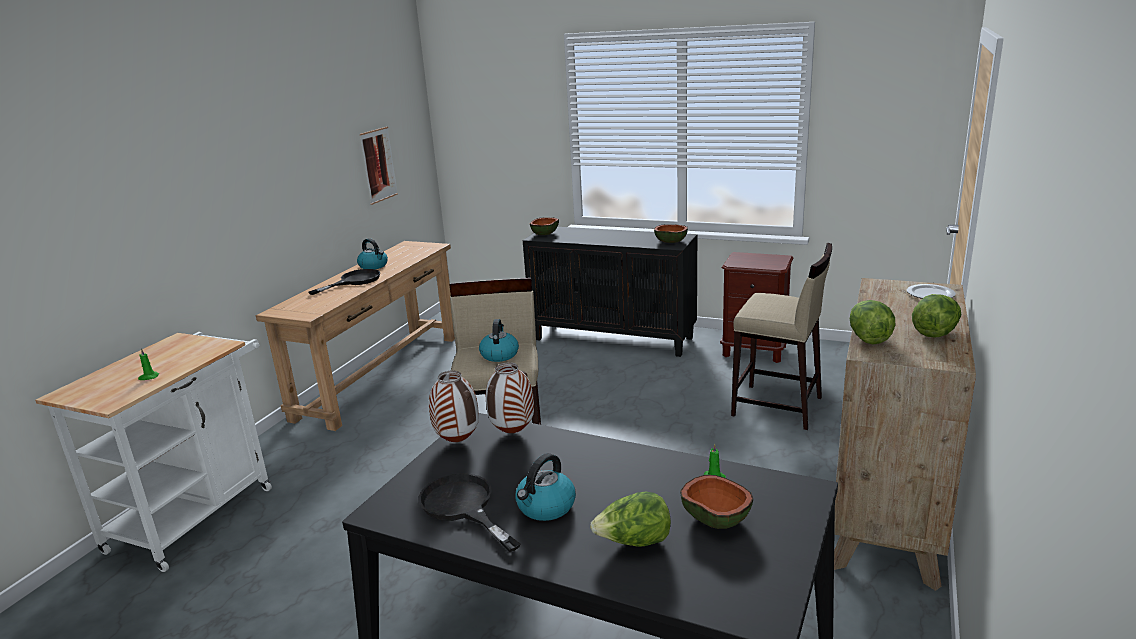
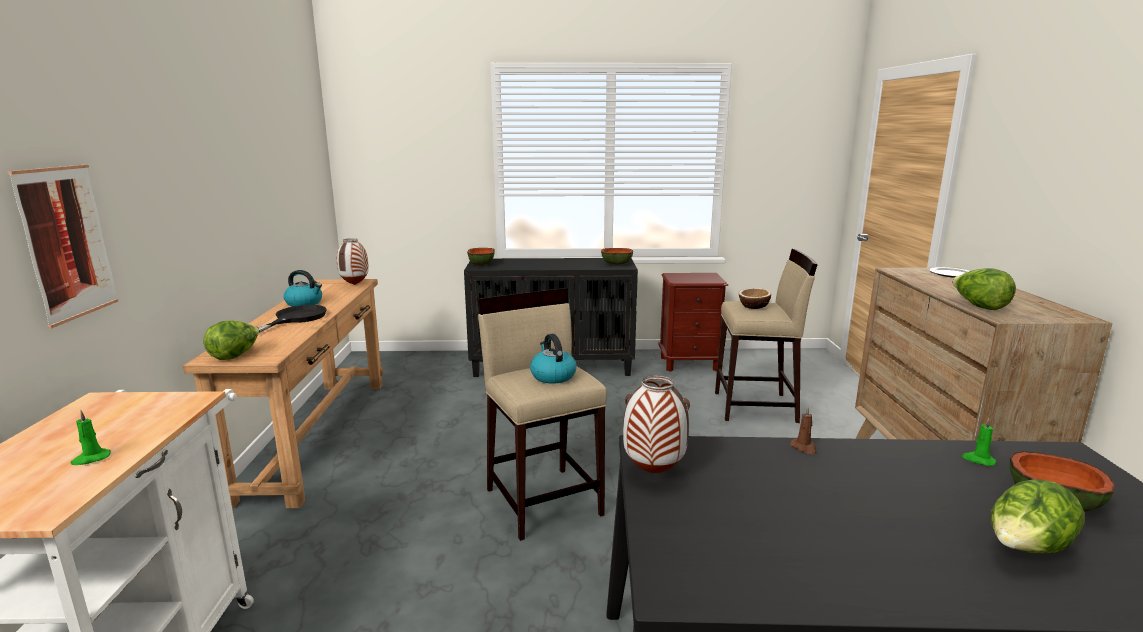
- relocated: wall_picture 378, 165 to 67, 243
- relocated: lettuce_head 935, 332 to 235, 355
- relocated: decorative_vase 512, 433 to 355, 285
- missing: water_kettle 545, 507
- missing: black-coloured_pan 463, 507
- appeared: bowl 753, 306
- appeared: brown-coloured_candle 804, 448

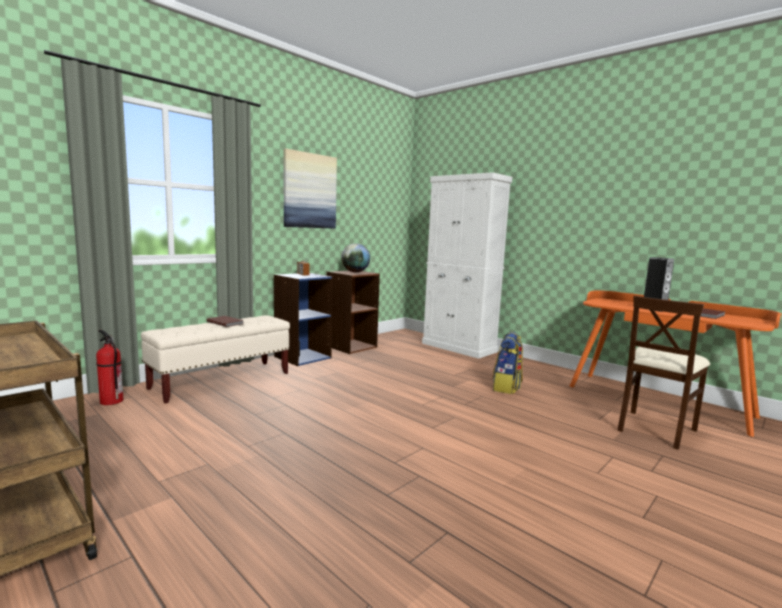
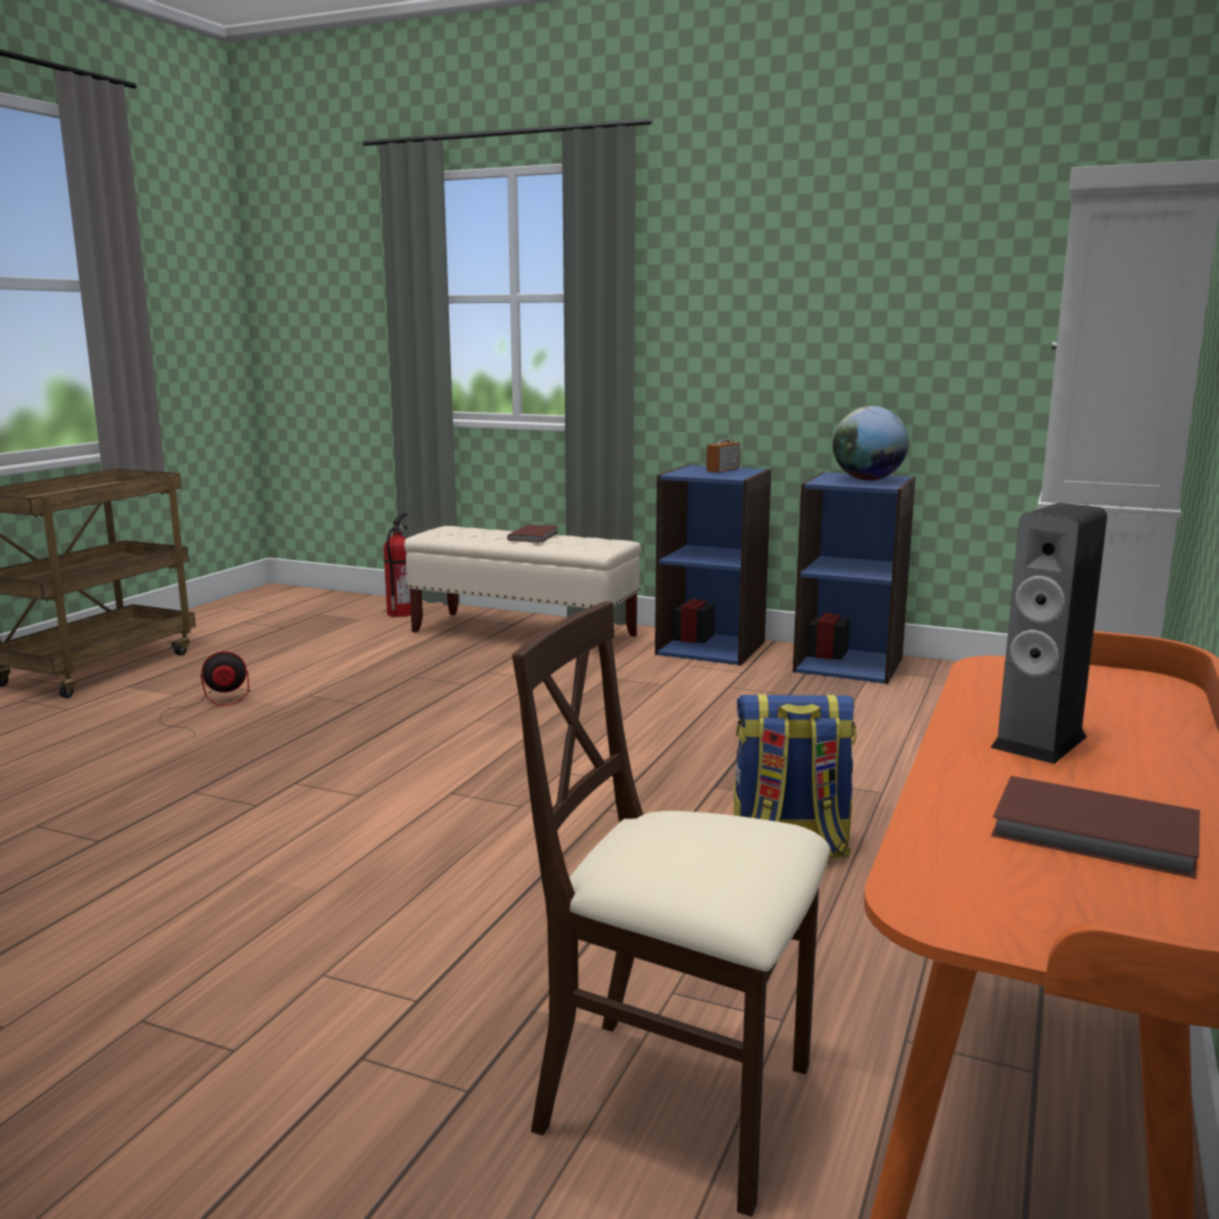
- missing: wall_picture 309, 191
- colour: brown-coloured_bookcase 351, 346 to blue-coloured_bookcase 849, 664
- appeared: fan 210, 707

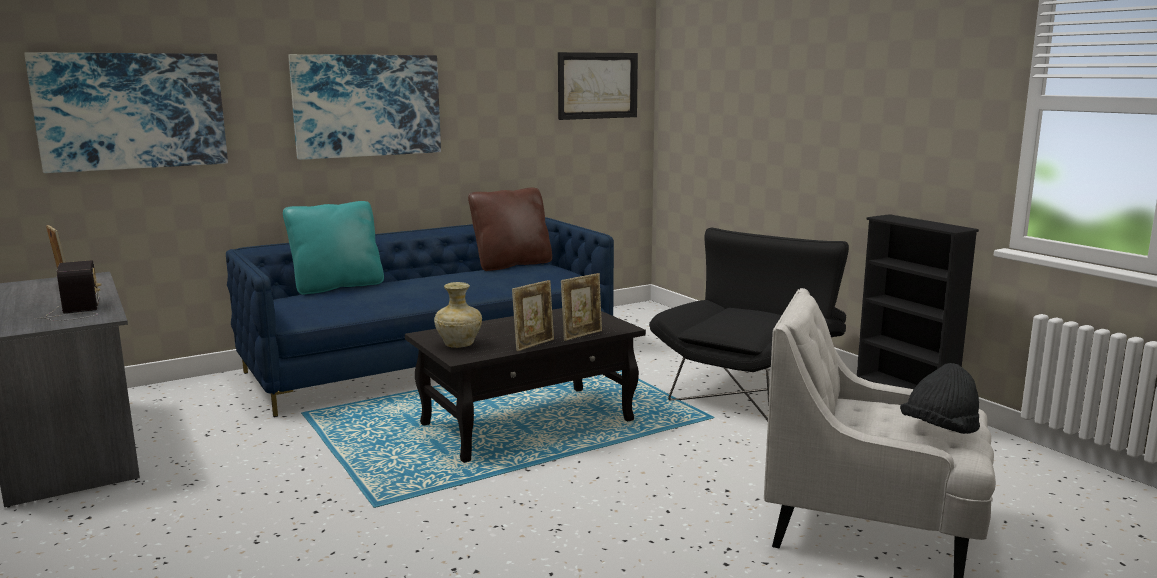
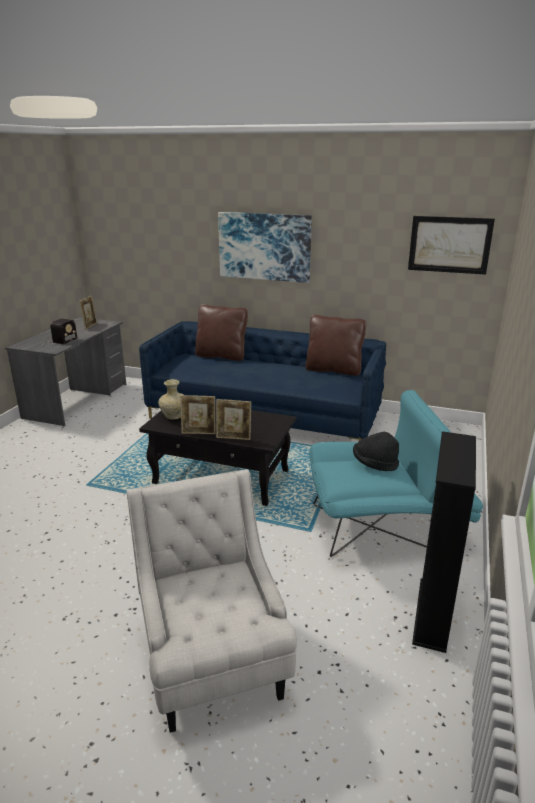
- missing: wall_picture 132, 111
- colour: blue-green_throw_pillow 337, 286 to brown-coloured_throw_pillow 221, 356
- colour: black-coloured_easy_chair 751, 387 to blue-green_easy_chair 385, 525
- relocated: black-coloured_hat 939, 430 to 374, 464

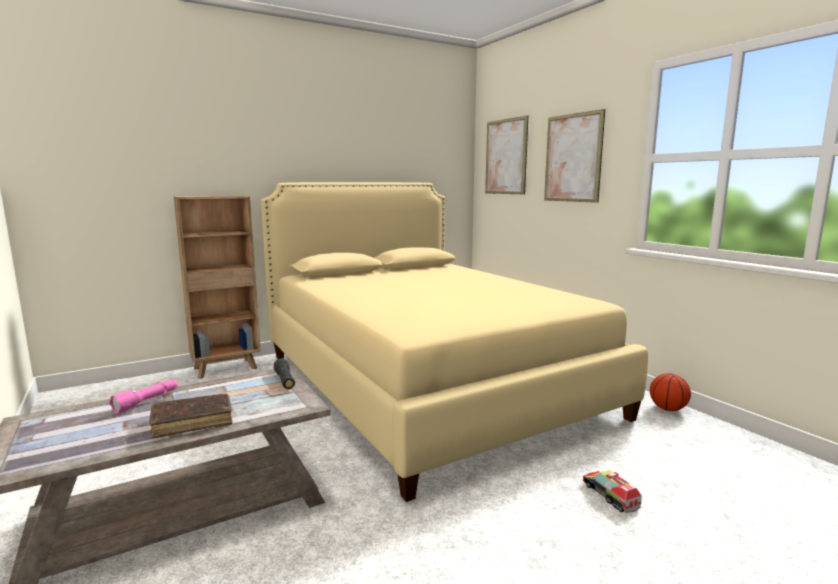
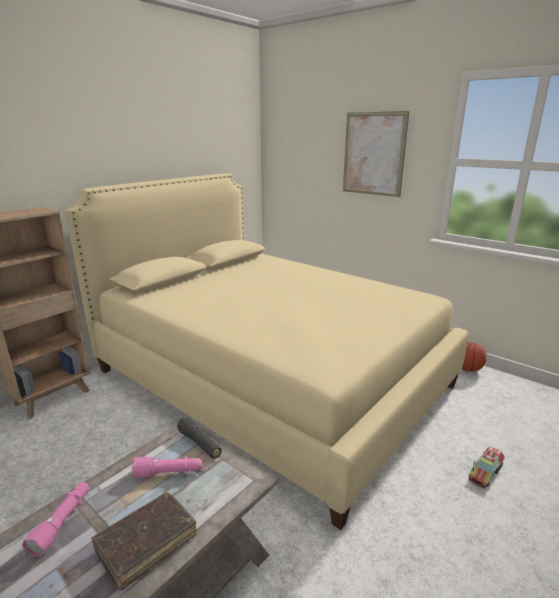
- missing: wall_picture 505, 157
- spun: toy_truck 610, 495 = 485, 472 90 degrees counterclockwise
- appeared: pinkish_hand_torch 169, 473

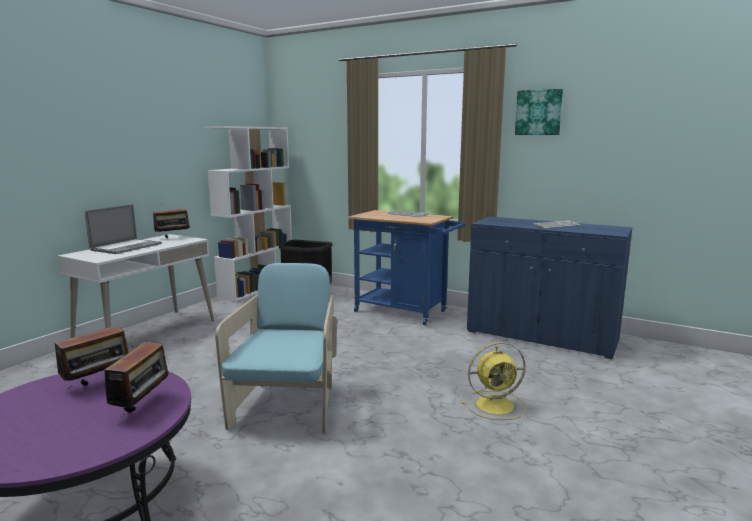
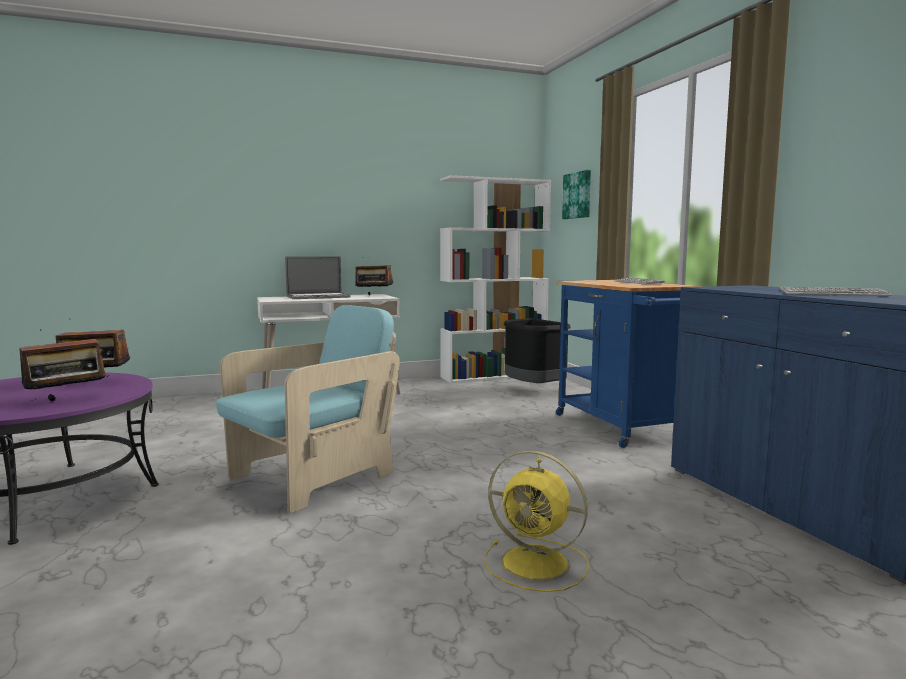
- relocated: wall_picture 538, 112 to 578, 195

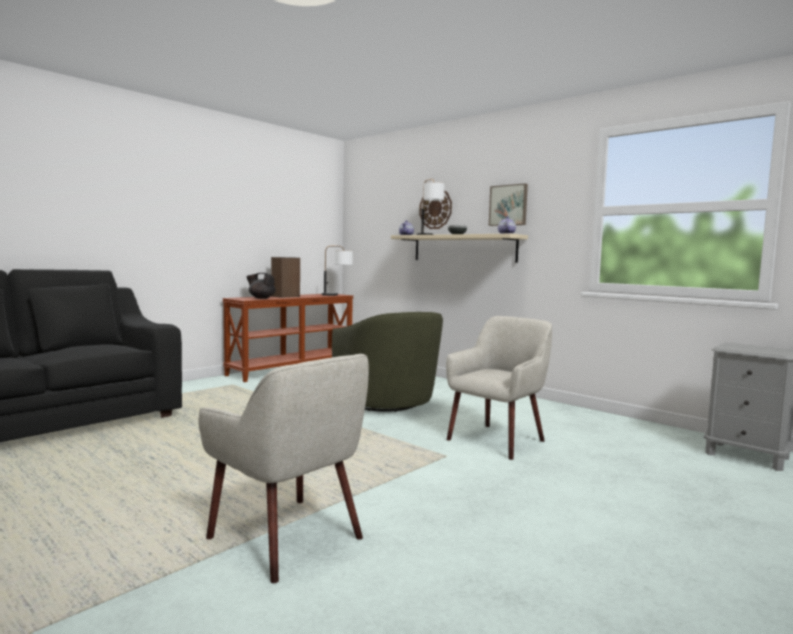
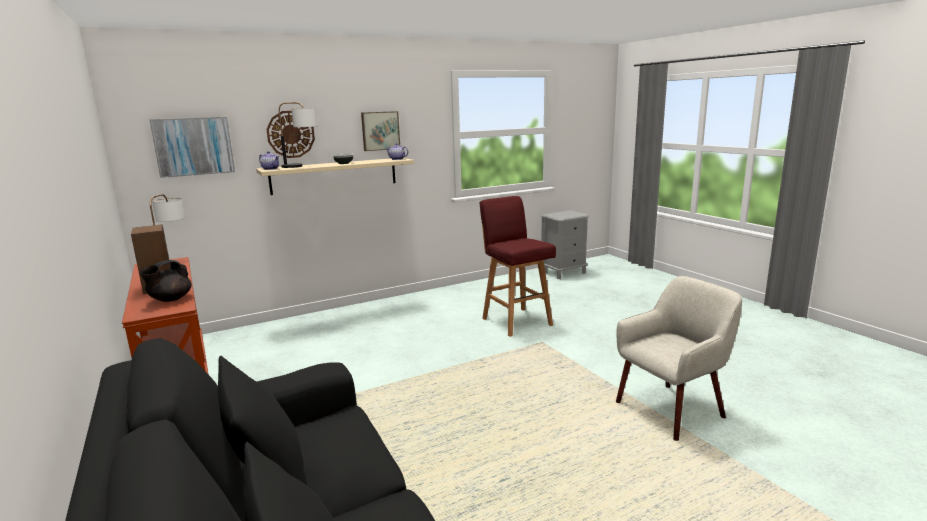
- missing: green-coloured_easy_chair 387, 404
- exchanged: beige_easy_chair 497, 440 to red_stool_seat 516, 321
- appeared: wall_picture 193, 146

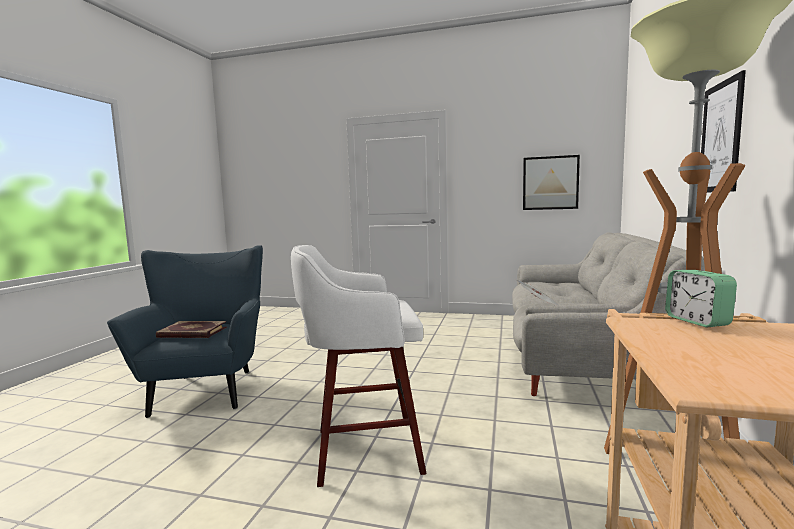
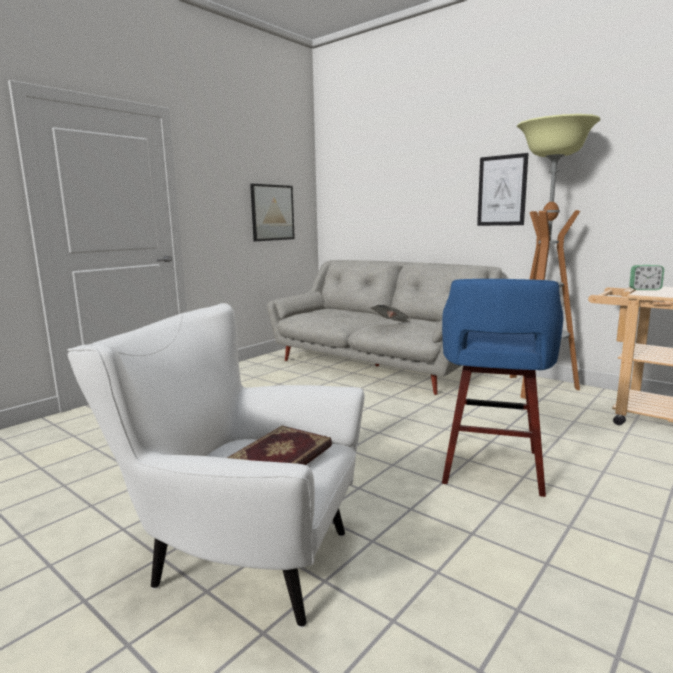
- colour: blue-coloured_easy_chair 208, 388 to white-coloured_easy_chair 238, 558
- colour: white-coloured_stool_seat 363, 450 to blue-coloured_stool_seat 491, 469

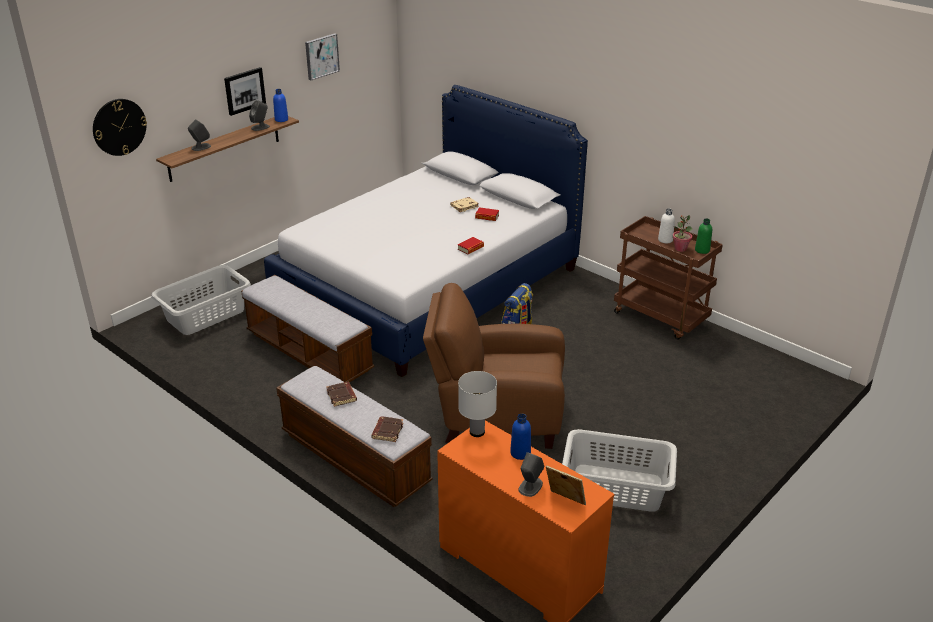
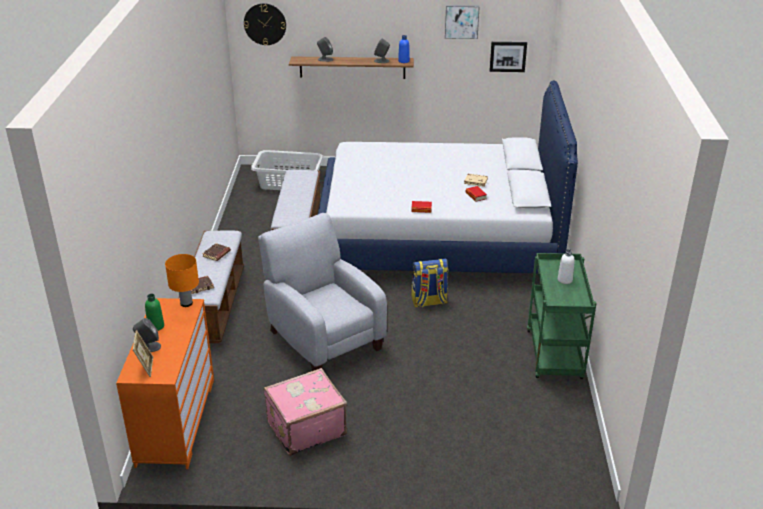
- relocated: wall_picture 244, 90 to 508, 56
- missing: houseplant 680, 249
- colour: brown-coloured_trolley 661, 318 to green-coloured_trolley 555, 356
- relocated: green-coloured_drink_bottle 702, 250 to 156, 326
- colour: brown-coloured_easy_chair 496, 416 to greyish_easy_chair 323, 337
- colour: white-coloured_table_lamp 476, 432 to orange_table_lamp 186, 303
- missing: blue-coloured_drink_bottle 520, 453
- exchanged: greyish_hamper 617, 488 to pinkish_suitcase 305, 428

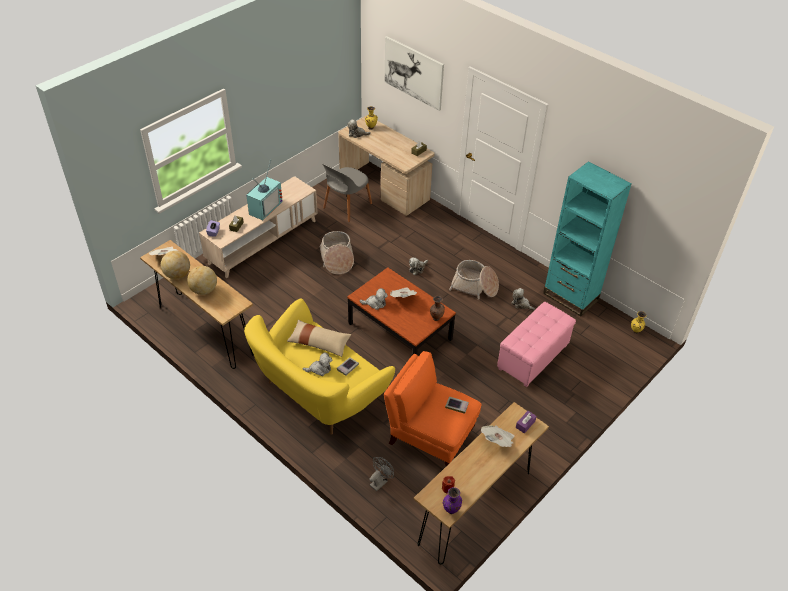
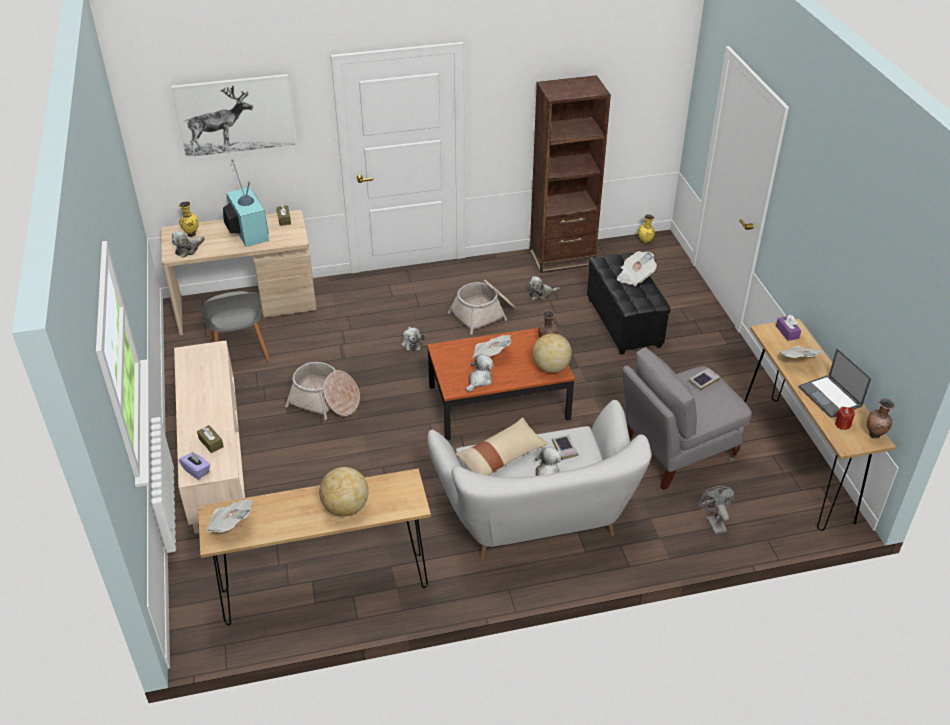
- relocated: TV 264, 207 to 247, 231
- colour: blue-green_bookcase 570, 296 to brown-coloured_bookcase 562, 258
- relocated: desk_globe 177, 275 to 551, 368
- colour: yellow-coloured_couch 318, 392 to white-coloured_couch 537, 518
- colour: pinkish_ottoman 533, 358 to black-coloured_ottoman 624, 323
- colour: orange_easy_chair 430, 437 to greyish_easy_chair 677, 451
- colour: purple-coloured_decorative_vase 451, 511 to brown-coloured_decorative_vase 875, 435
- appeared: daily_paper 635, 277
- appeared: laptop 830, 397

